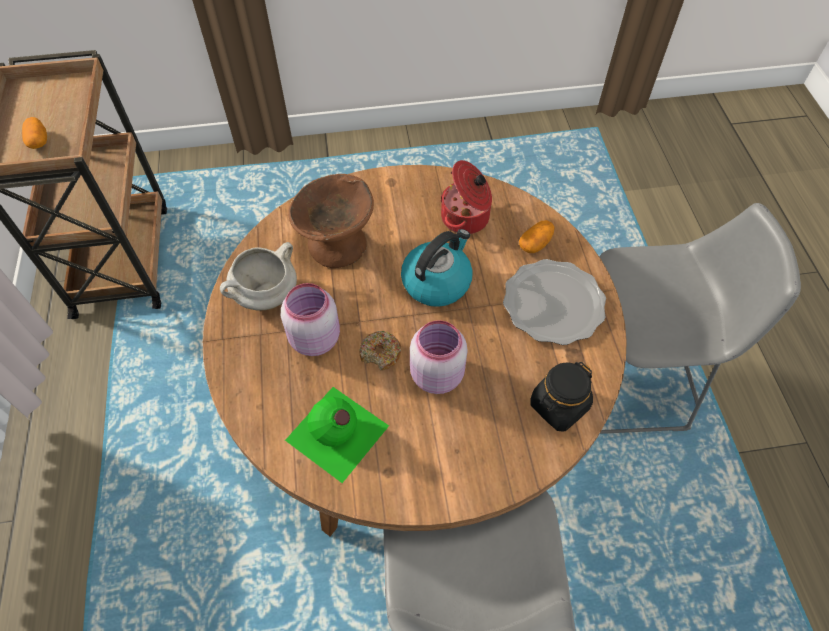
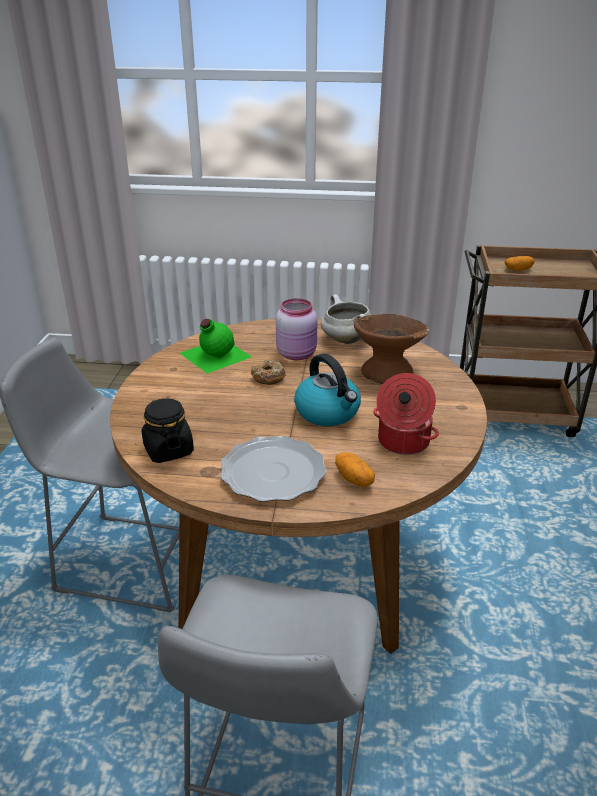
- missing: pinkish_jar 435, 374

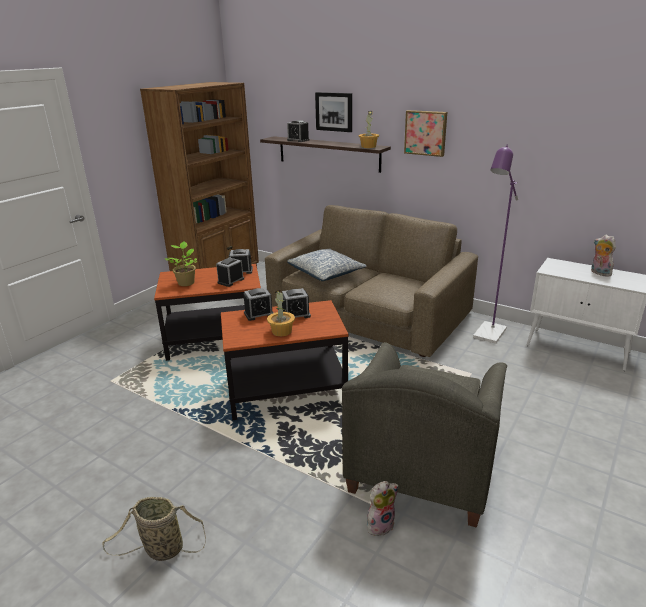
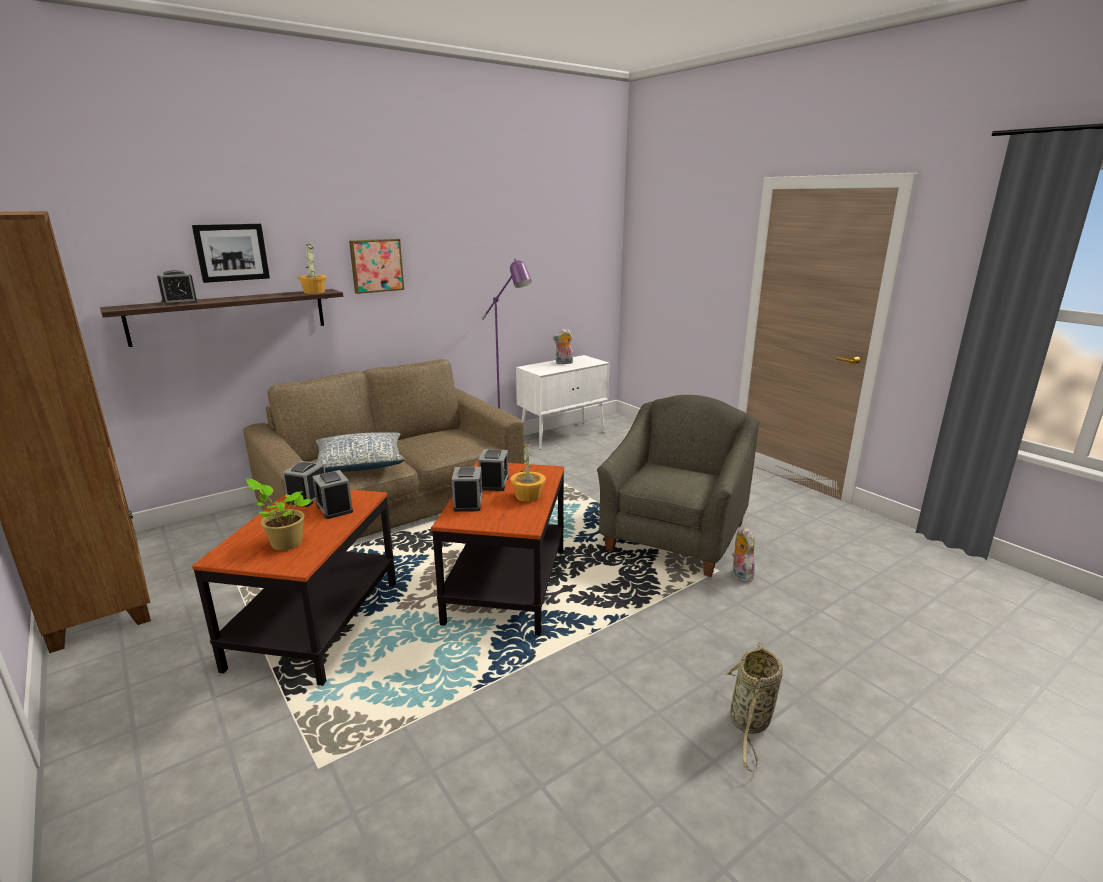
- spun: greyish_easy_chair 422, 465 = 674, 537 105 degrees counterclockwise

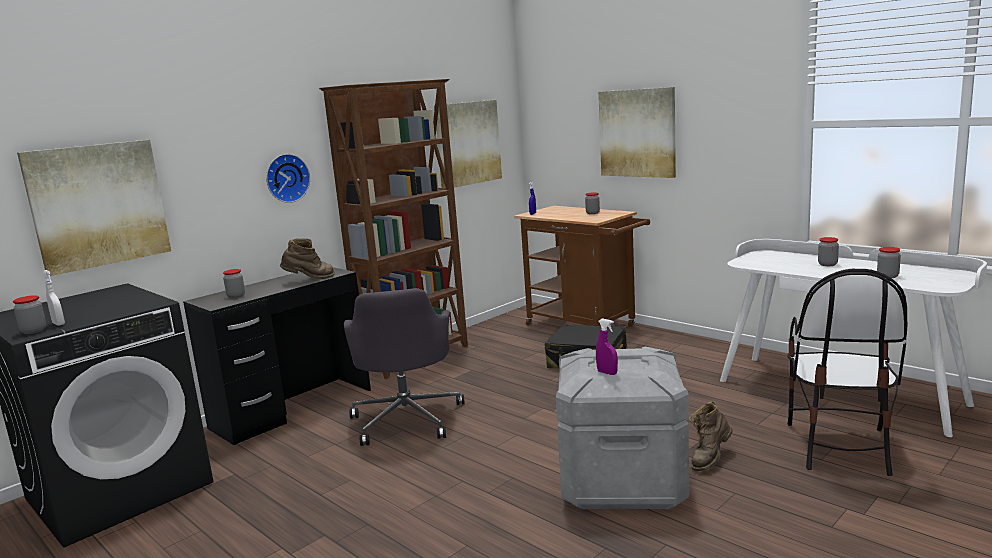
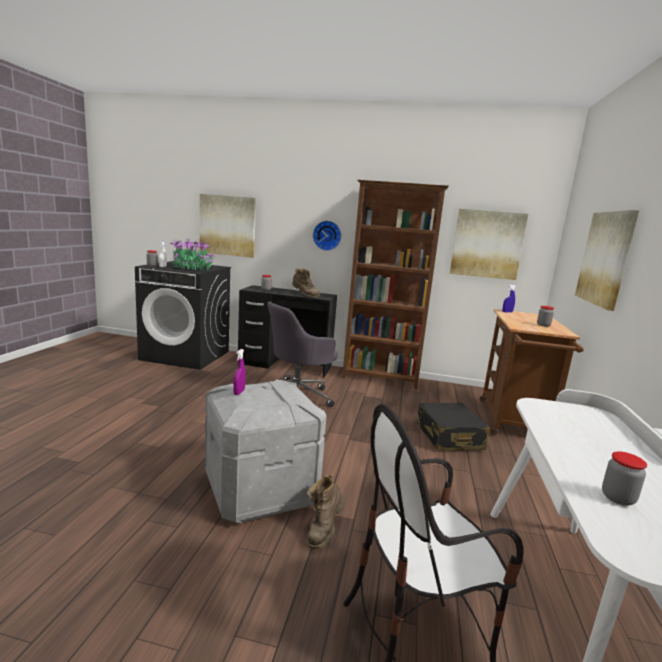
- missing: jar 827, 264
- spun: brown-coloured_tall_boot 710, 459 = 323, 530 75 degrees counterclockwise
- appeared: houseplant 192, 269

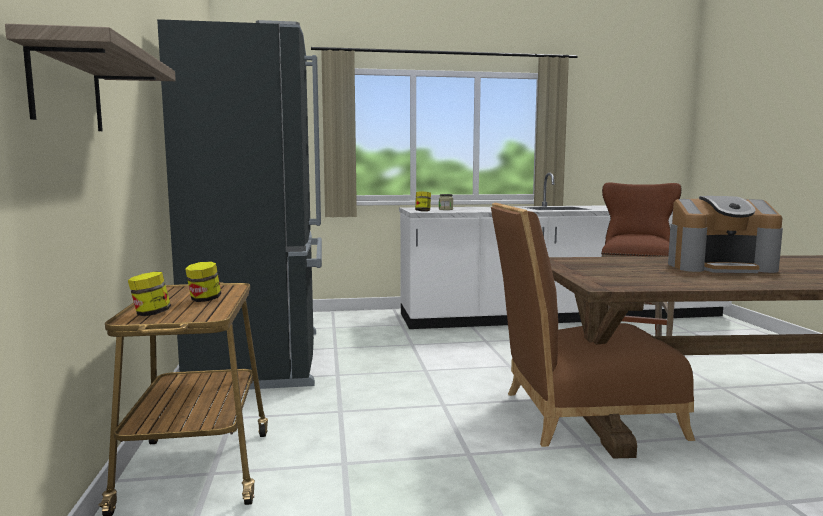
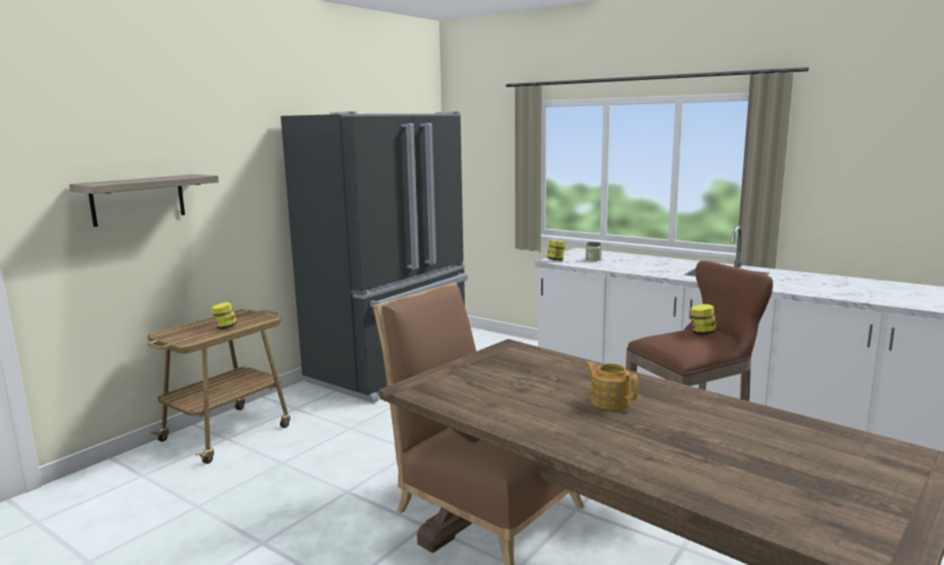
- exchanged: coffee_brewer 720, 267 to pot_for_tea 610, 401
- relocated: jar 151, 314 to 702, 333

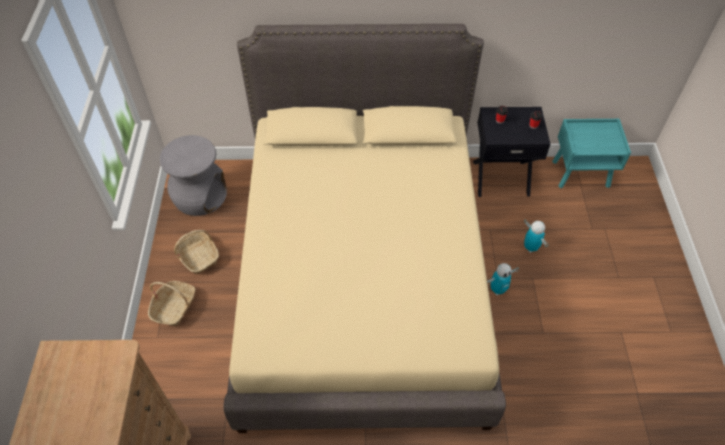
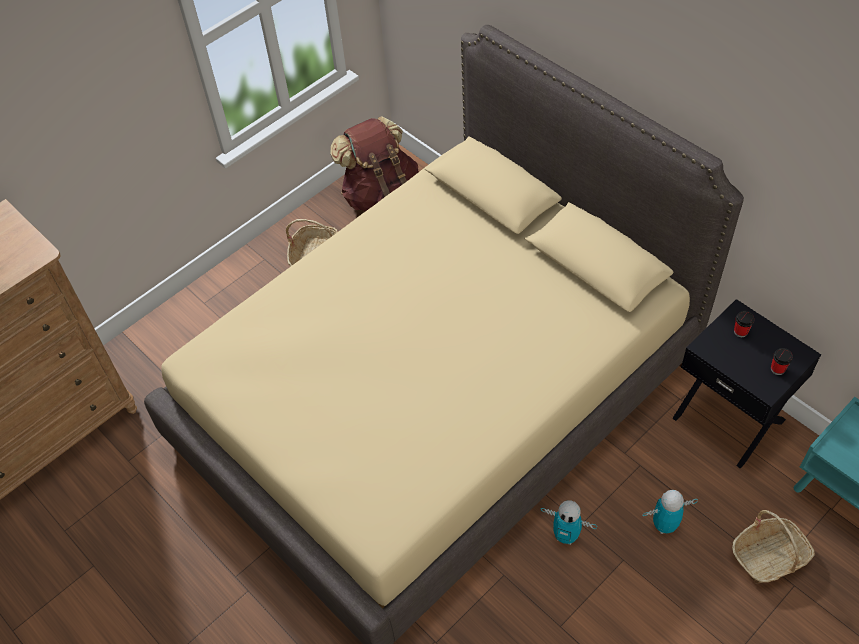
- exchanged: greyish_stool_seat 199, 195 to brown-coloured_rucksack 380, 195
- spun: toy_robot 530, 247 = 664, 525 120 degrees counterclockwise
- relocated: household_basket 174, 307 to 769, 556

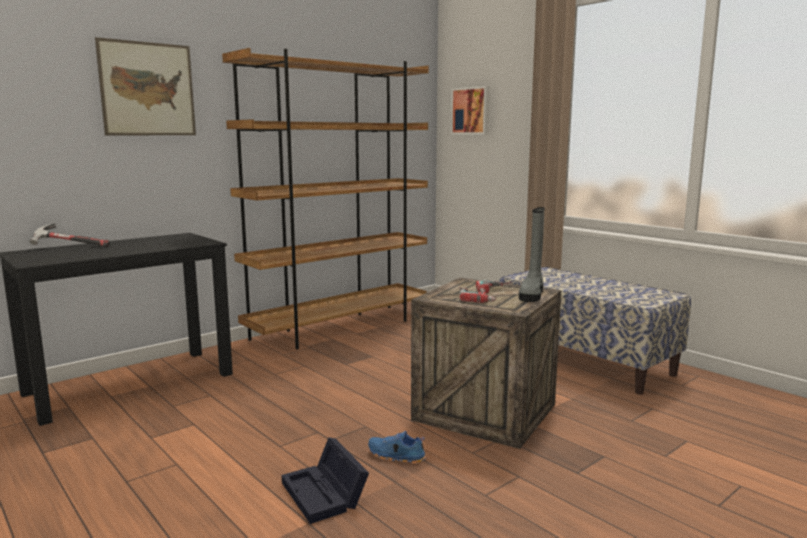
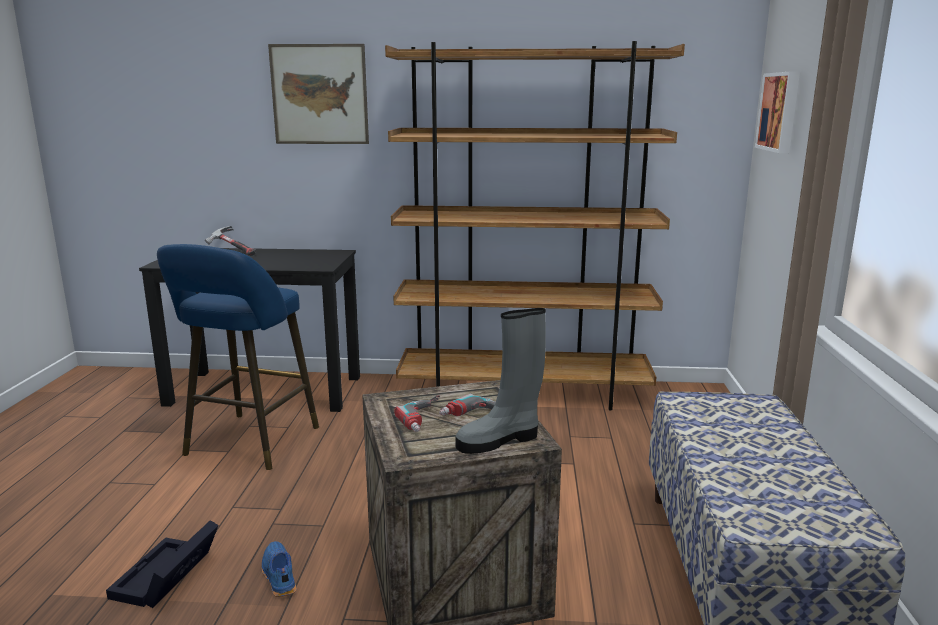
- appeared: blue-coloured_stool_seat 248, 444

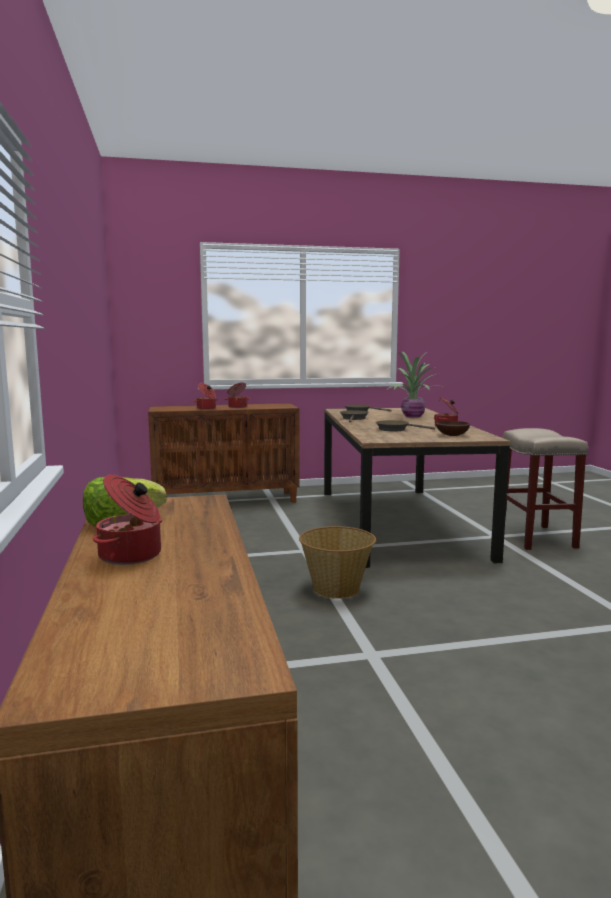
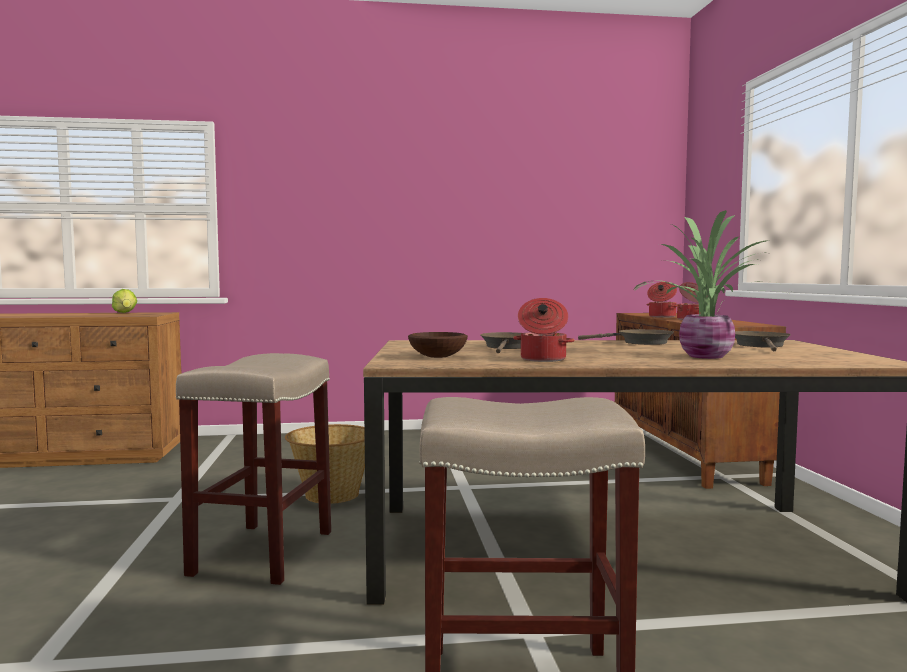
- missing: saucepot 131, 556
- appeared: beige_stool_seat 263, 551

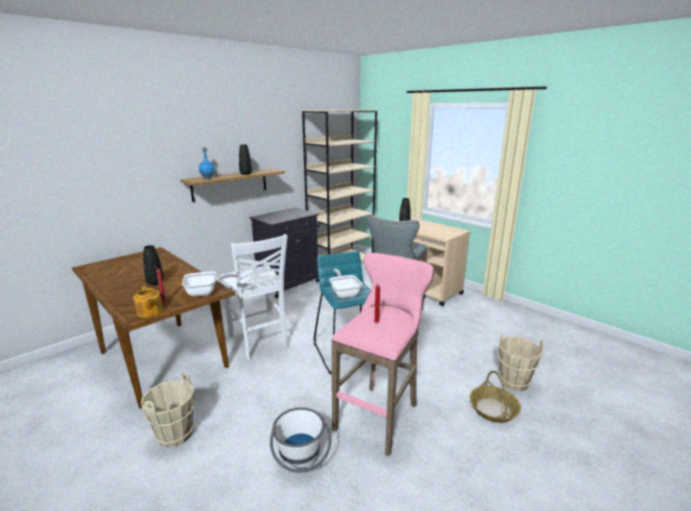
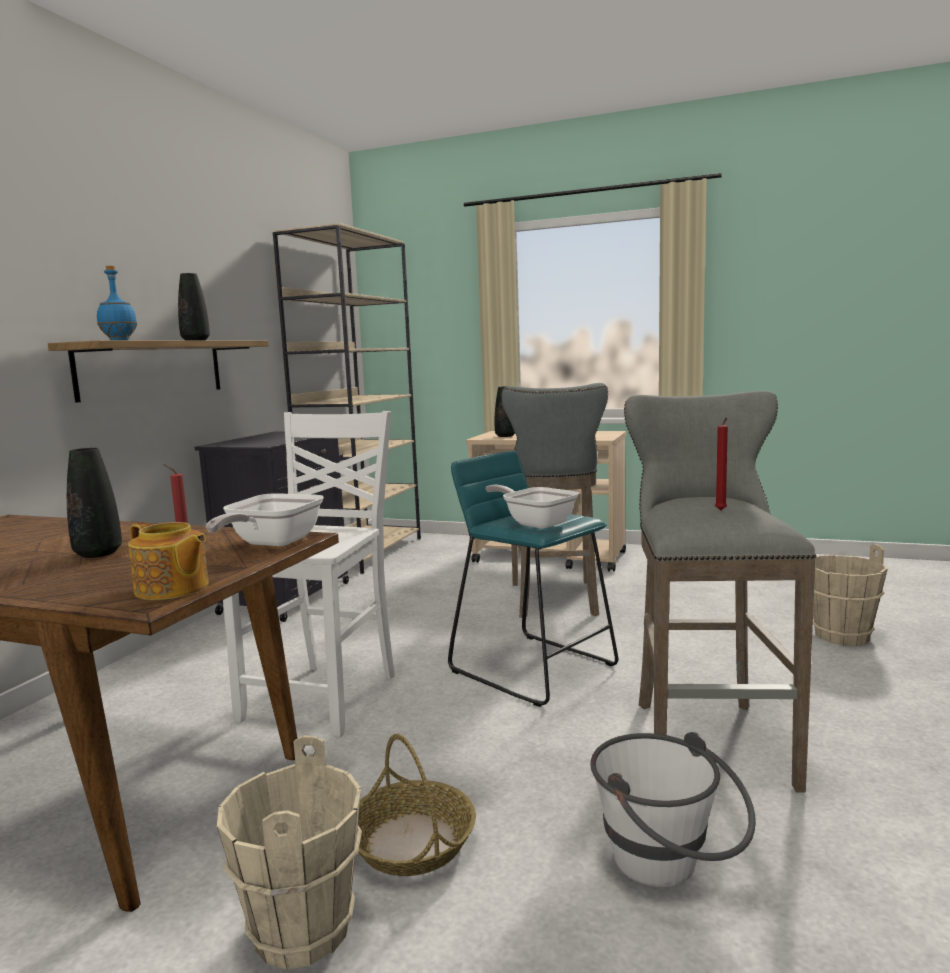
- spun: white-coloured_chair 259, 342 = 325, 697 105 degrees counterclockwise
- colour: pinkish_stool_seat 379, 414 to greyish_stool_seat 706, 738
- spun: pan 206, 292 = 270, 544 150 degrees clockwise
- relocated: household_basket 493, 409 to 413, 842

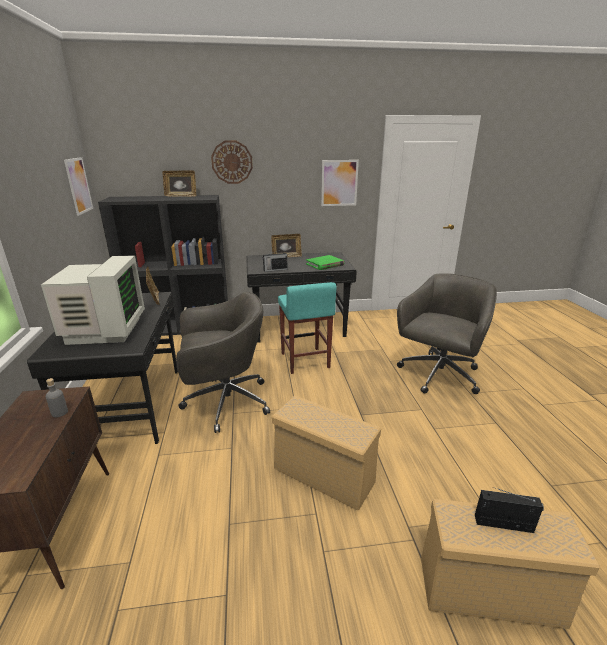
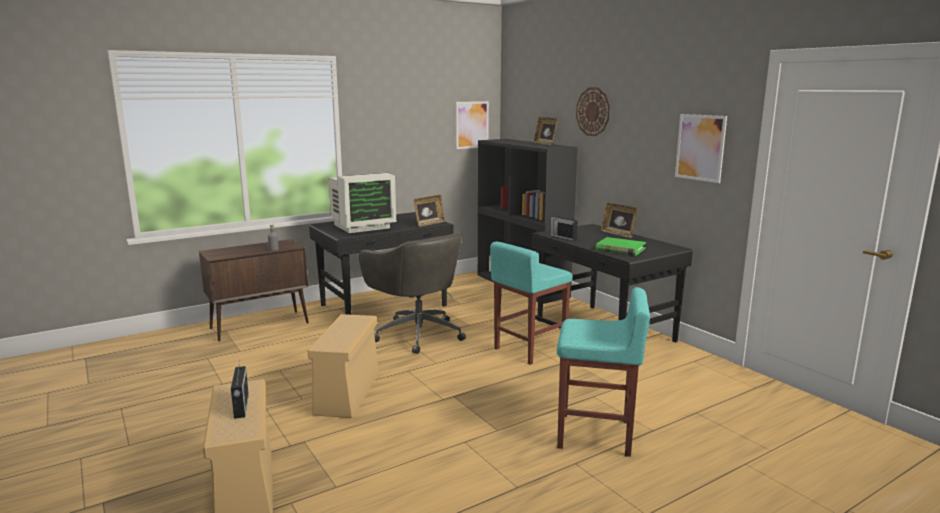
- exchanged: greyish_computer_chair 438, 375 to blue-green_stool_seat 596, 434

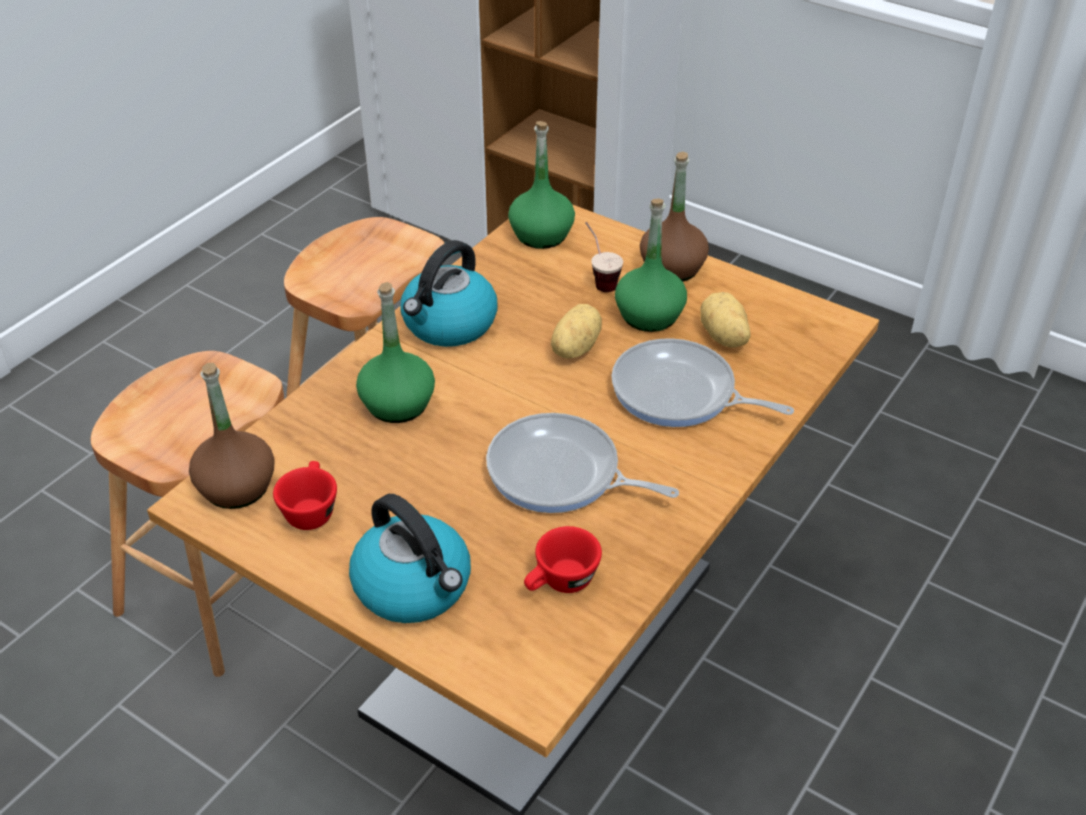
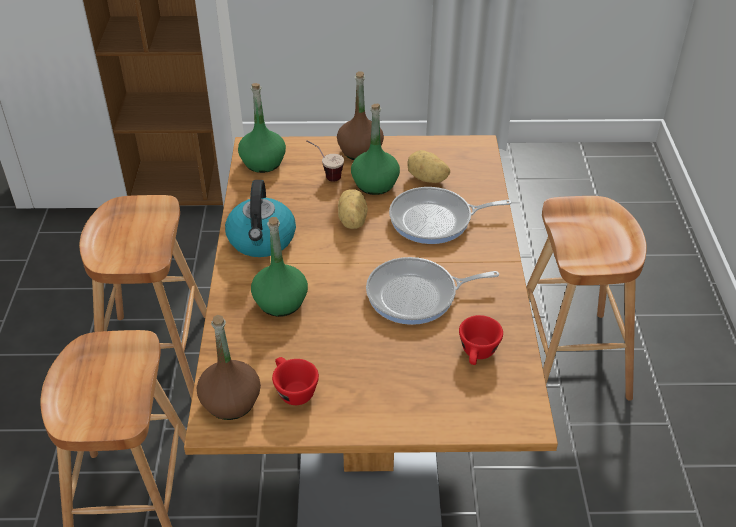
- missing: water_kettle 414, 586
- appeared: brown-coloured_stool_seat 569, 357

